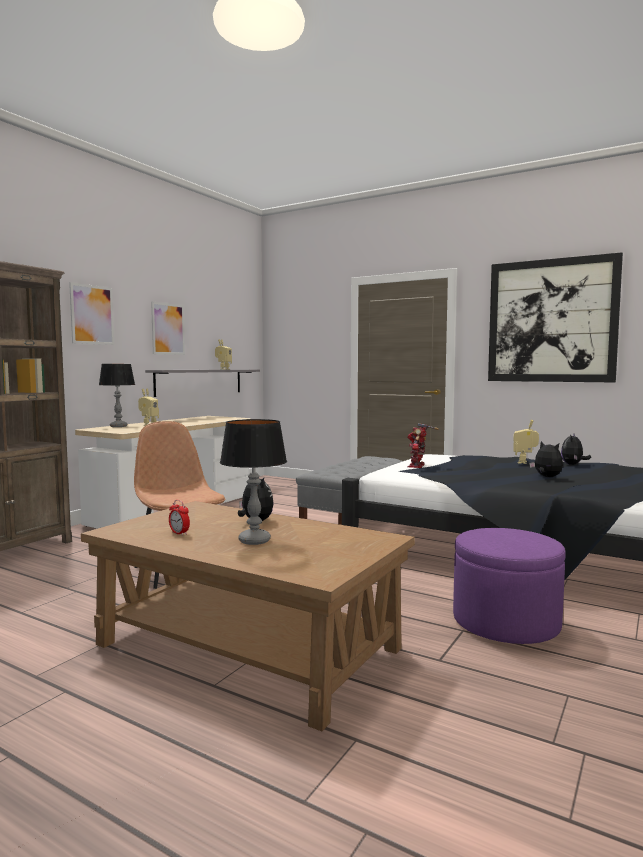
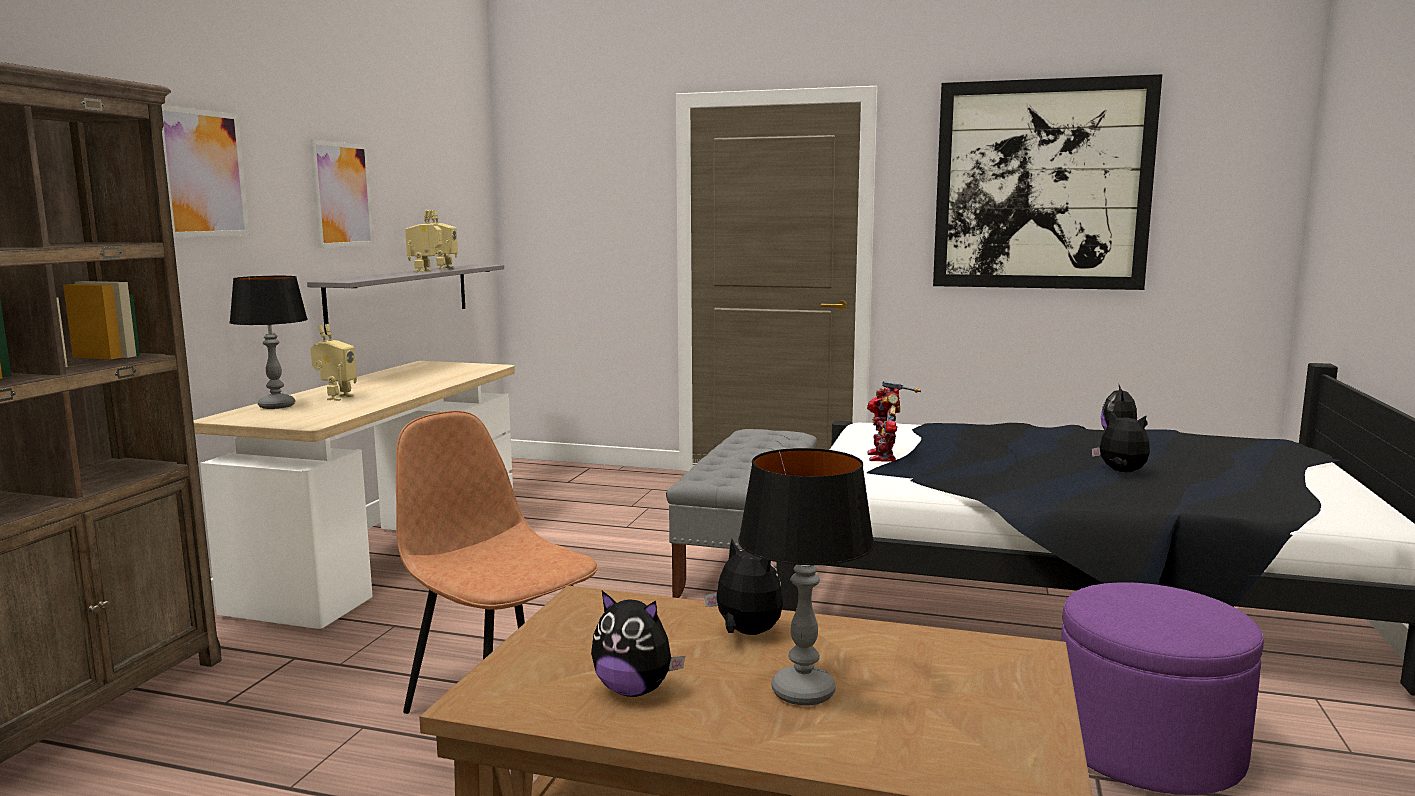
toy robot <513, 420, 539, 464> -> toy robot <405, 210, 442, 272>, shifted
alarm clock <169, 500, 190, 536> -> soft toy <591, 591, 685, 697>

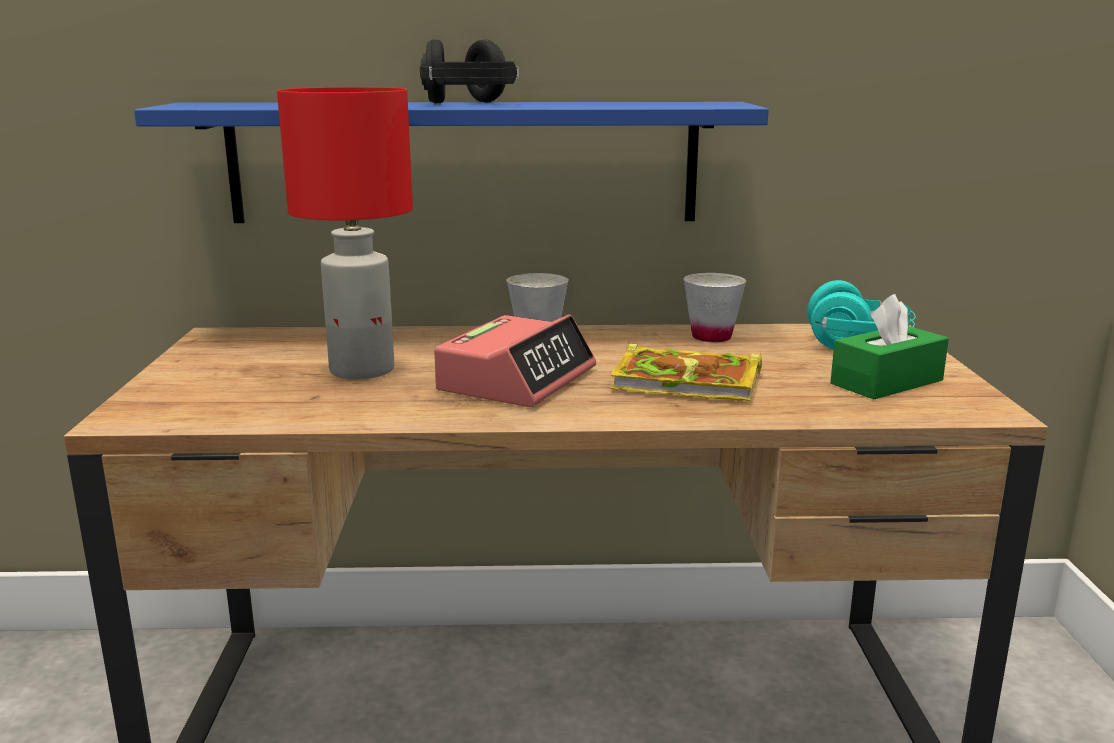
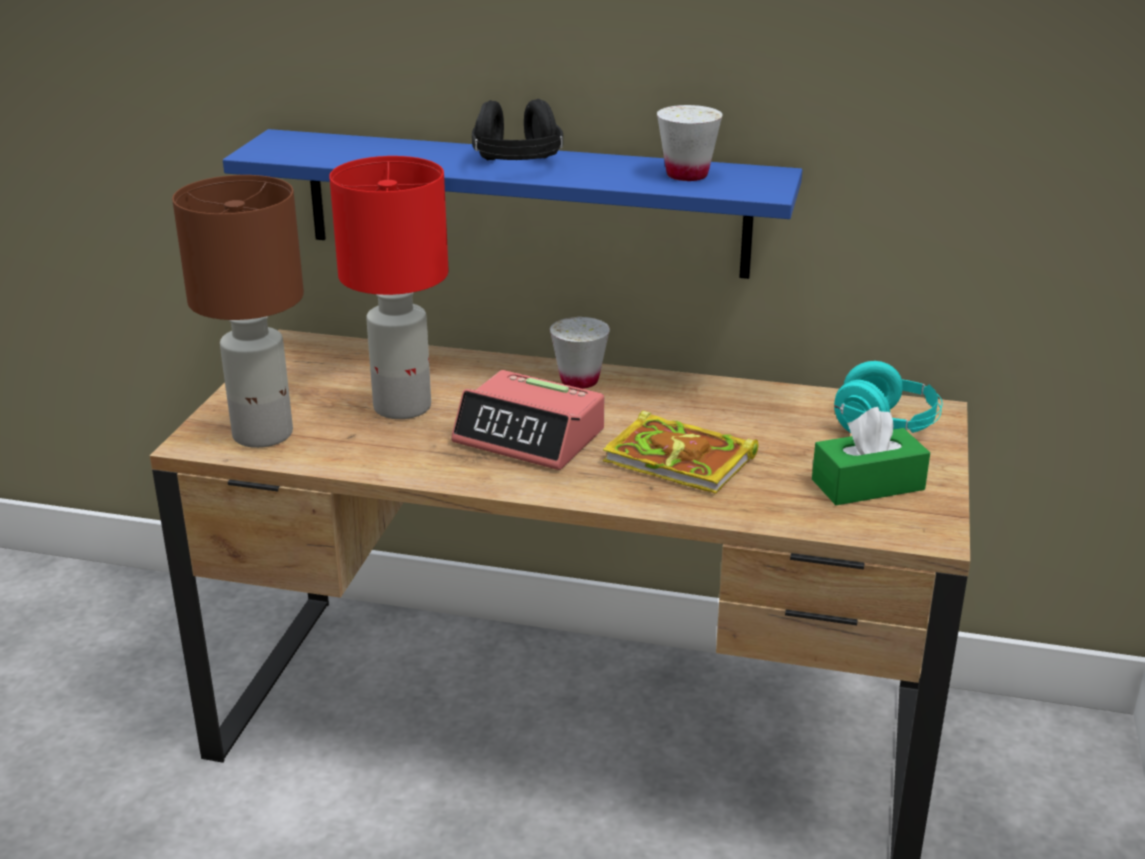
none -> tabletop lamp/brown-coloured <172, 175, 304, 448>
cup/white-coloured <684, 273, 746, 342> -> cup/white-coloured <657, 105, 723, 181>, shifted
alarm clock <434, 314, 596, 407> -> alarm clock <451, 370, 604, 470>, 75 degrees clockwise

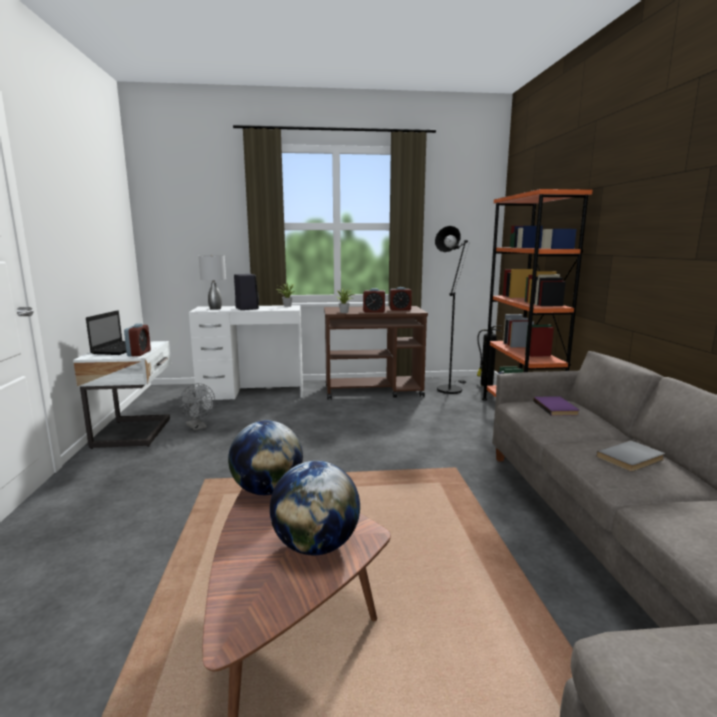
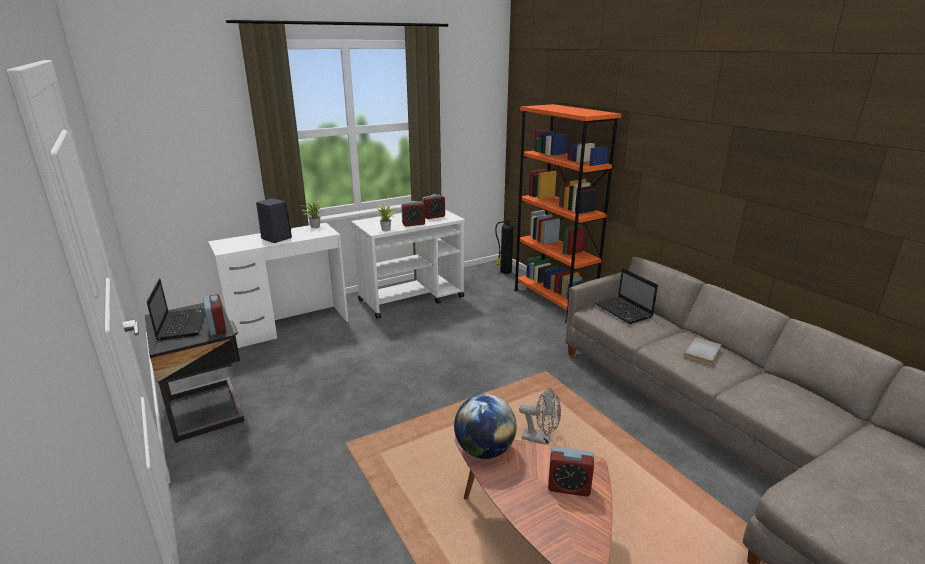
tabletop lamp/grey <199, 255, 226, 310> -> none
standing lamp/black <435, 226, 469, 394> -> none
cooling fan/grey <179, 383, 215, 431> -> cooling fan/grey <519, 388, 561, 445>, shifted
desk globe <270, 461, 360, 555> -> alarm clock <548, 447, 594, 497>
volume/purple-coloured <533, 396, 579, 416> -> portable computer <595, 268, 658, 324>
nightstand/white-coloured <73, 341, 171, 449> -> nightstand/black <145, 302, 244, 443>
wheeled cart/brown-coloured <324, 306, 428, 399> -> wheeled cart/white-coloured <351, 209, 465, 319>

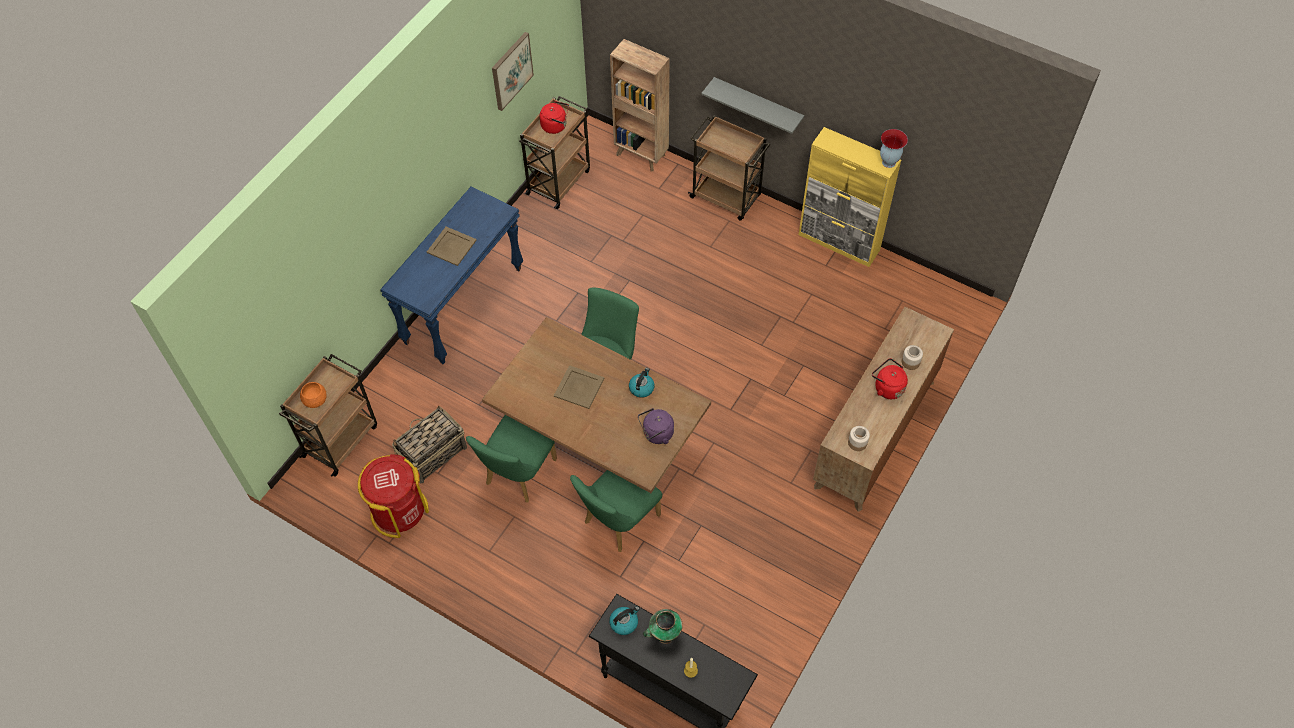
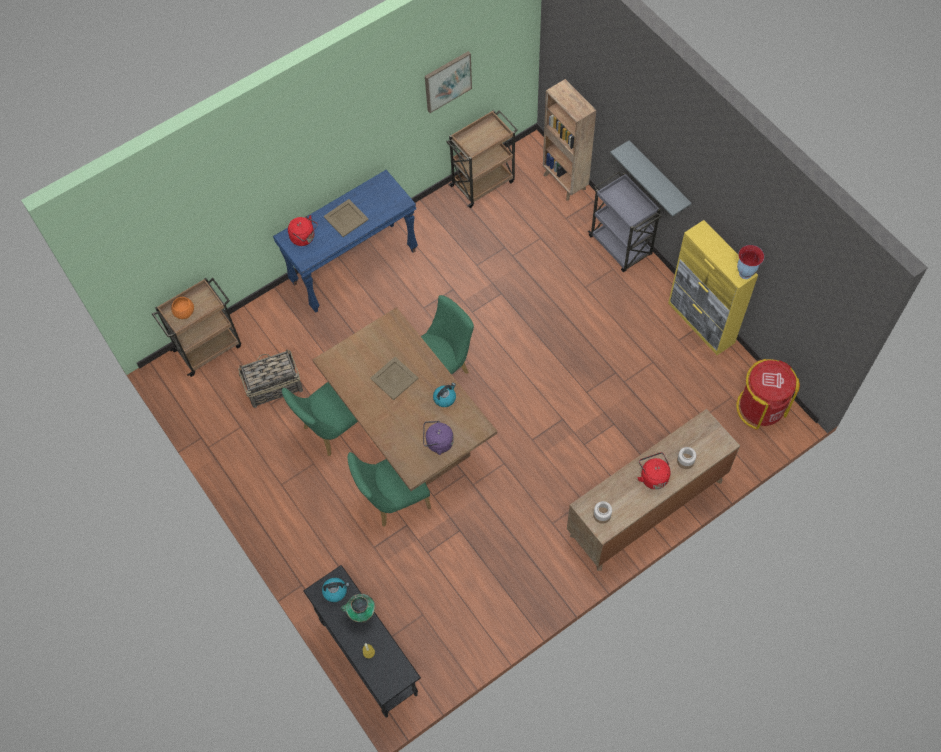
rubbish bin/reddish <358, 454, 429, 538> -> rubbish bin/reddish <736, 359, 800, 430>, shifted
water kettle/reddish <540, 101, 569, 134> -> water kettle/reddish <288, 215, 318, 246>, shifted
wheeled cart/brown-coloured <688, 115, 770, 221> -> wheeled cart/grey <588, 171, 662, 272>

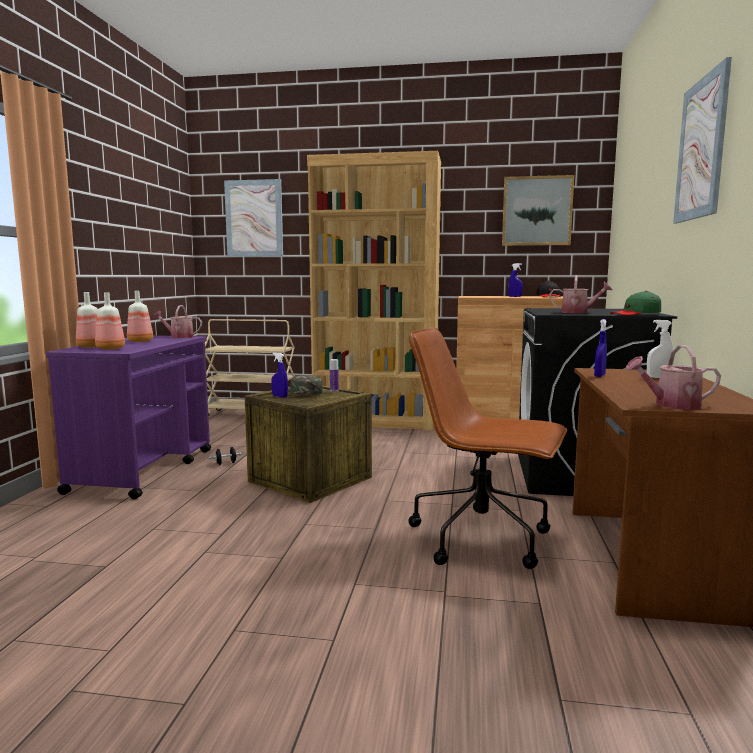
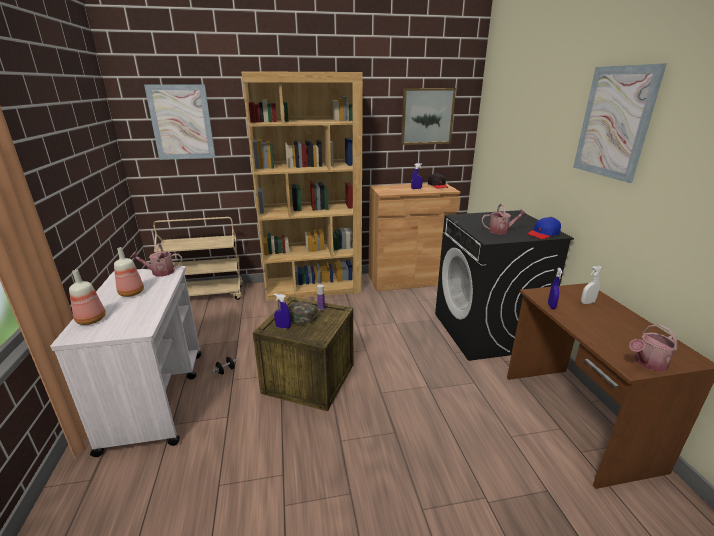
bottle <95, 292, 125, 350> -> none
office chair/brown-coloured <409, 328, 567, 569> -> none
wheeled cart/purple-coloured <46, 335, 211, 499> -> wheeled cart/white-coloured <50, 266, 202, 457>
cap/green <610, 291, 661, 315> -> cap/blue <527, 217, 561, 239>

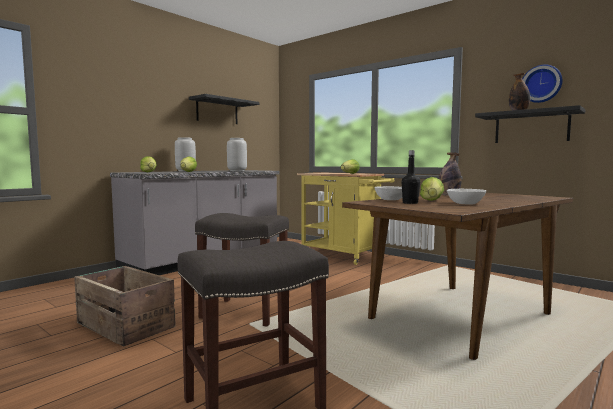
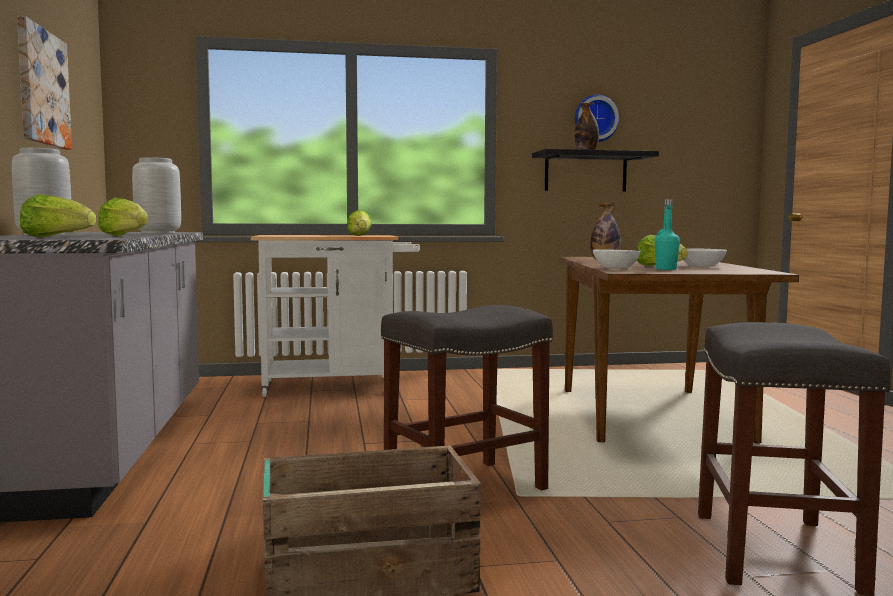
wall shelf/black <189, 94, 259, 124> -> wall art <17, 16, 72, 150>
wheeled cart/yellow-coloured <297, 173, 394, 265> -> wheeled cart/white-coloured <251, 235, 420, 397>
bottle/black <402, 150, 420, 204> -> bottle/turquoise <655, 199, 680, 270>

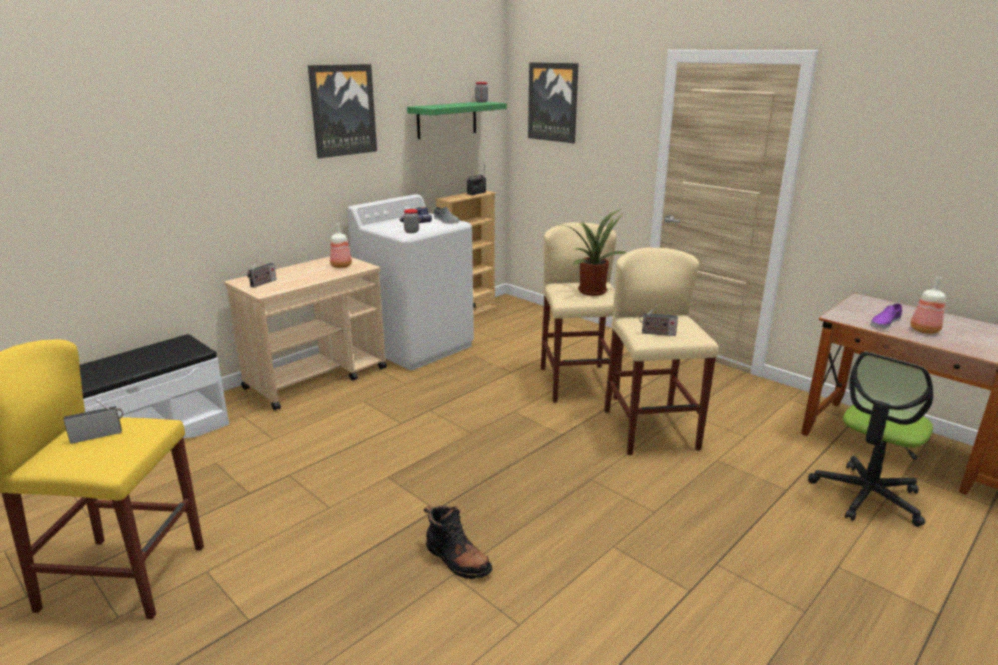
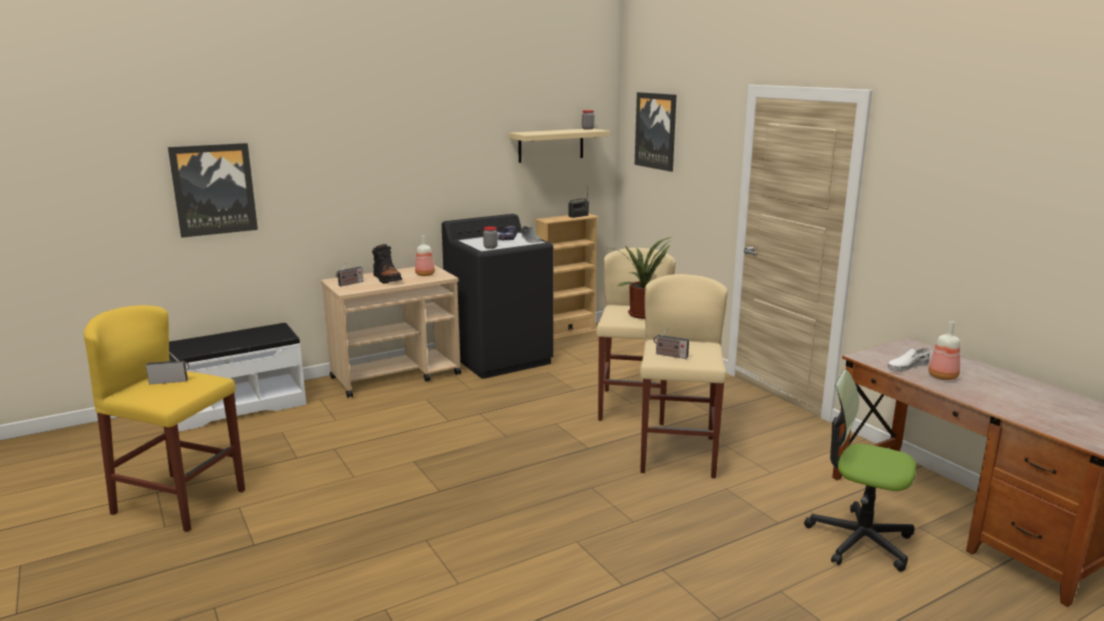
wall art <308, 64, 377, 158> -> wall art <168, 143, 258, 238>, shifted
boot/black <424, 506, 492, 579> -> boot/black <372, 244, 402, 284>, shifted
laundry machine/white-coloured <347, 194, 474, 370> -> laundry machine/black <442, 214, 554, 379>
wall shelf/green <407, 102, 507, 139> -> wall shelf/beige <508, 129, 610, 163>
shoe/purple-coloured <870, 304, 902, 329> -> shoe/white-coloured <888, 348, 930, 371>
office chair <808, 352, 933, 527> -> office chair <804, 369, 916, 572>, 60 degrees clockwise

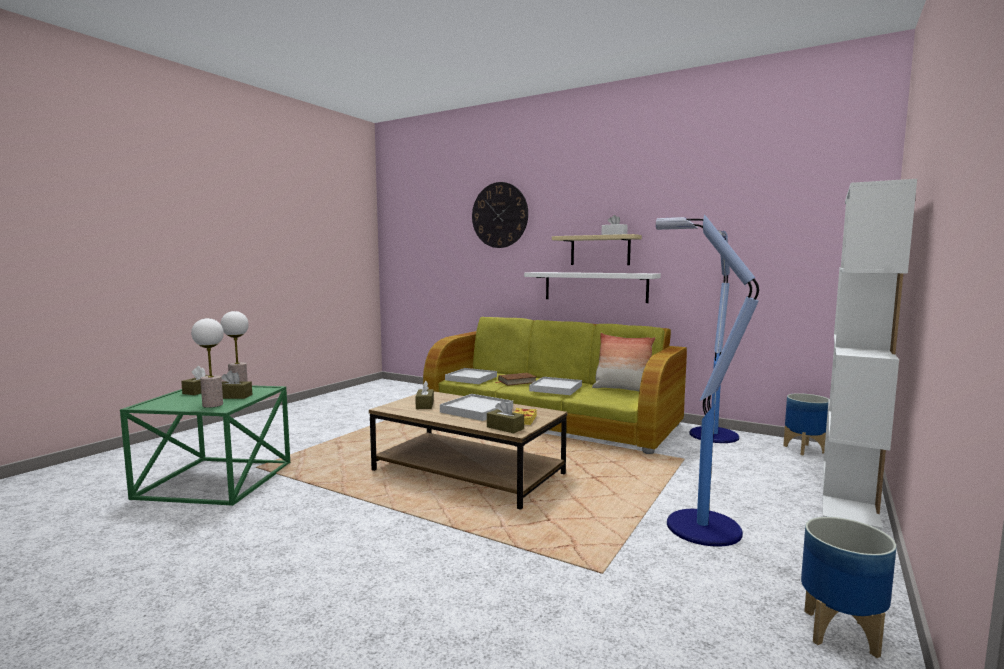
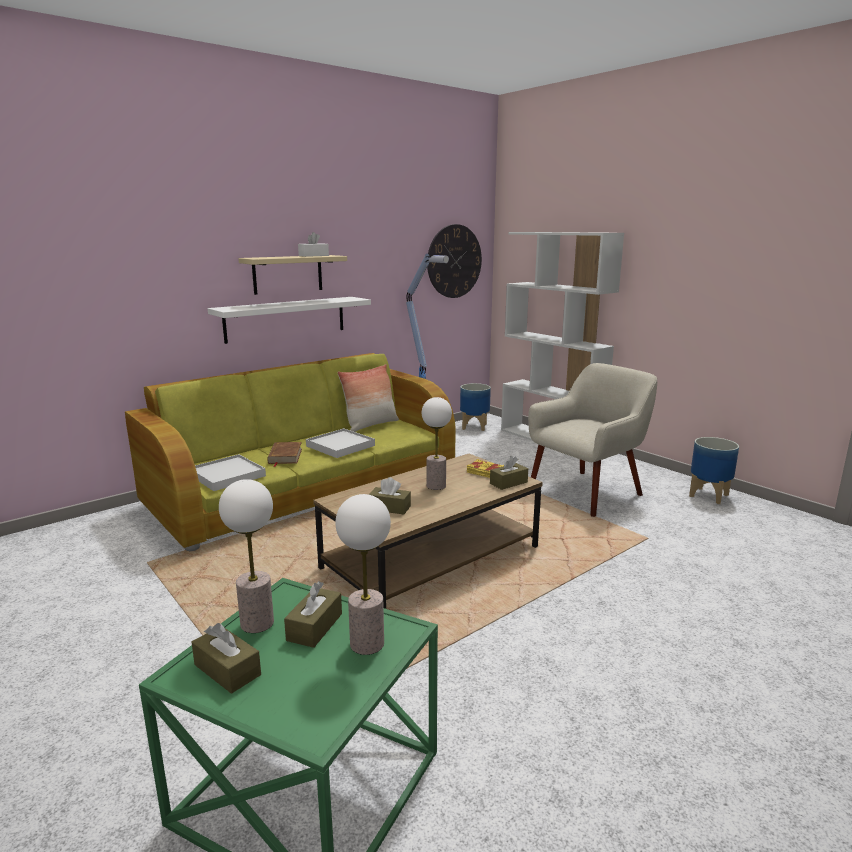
wall clock <472, 182, 528, 248> -> wall clock <427, 224, 482, 298>, shifted
tray/white-coloured <440, 394, 513, 421> -> tabletop lamp <422, 397, 452, 490>
standing lamp <656, 215, 759, 547> -> lounge chair/beige <528, 363, 657, 517>

